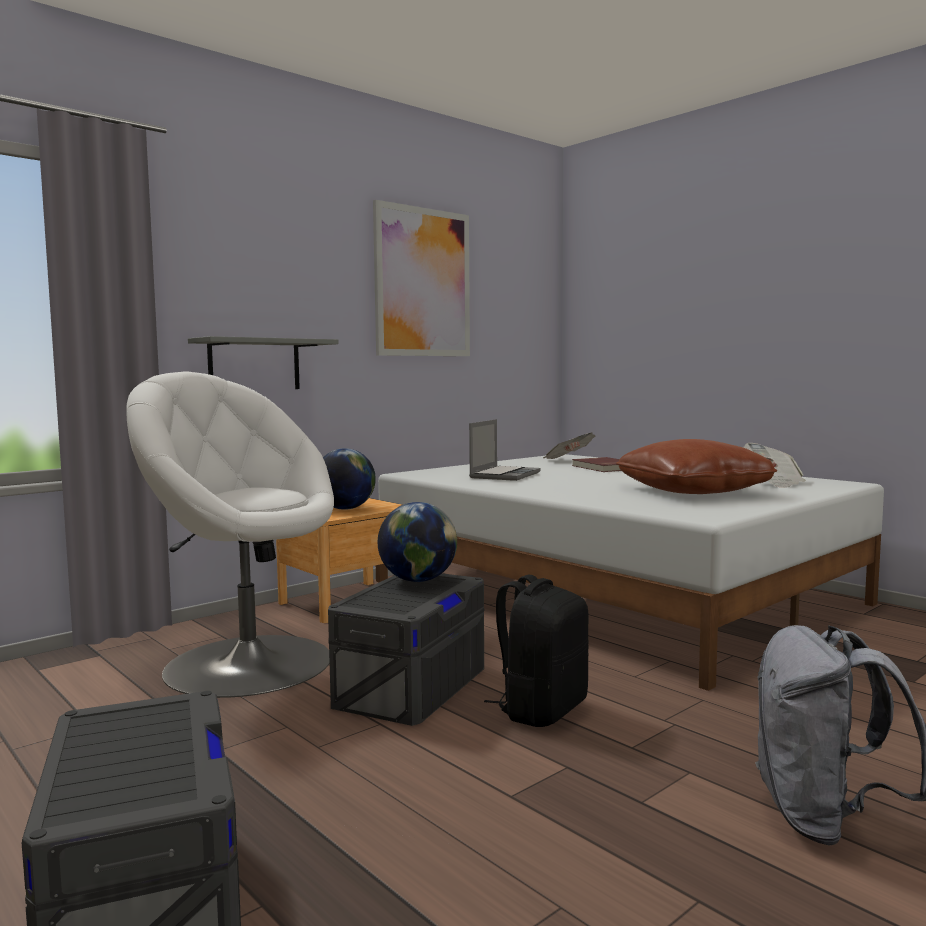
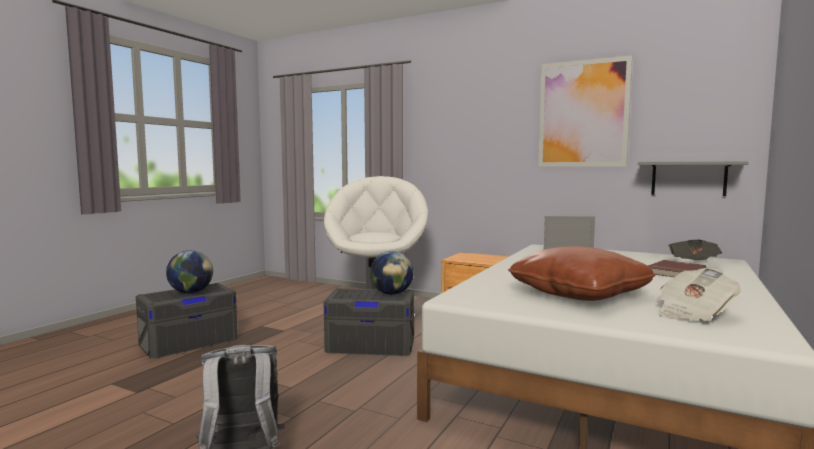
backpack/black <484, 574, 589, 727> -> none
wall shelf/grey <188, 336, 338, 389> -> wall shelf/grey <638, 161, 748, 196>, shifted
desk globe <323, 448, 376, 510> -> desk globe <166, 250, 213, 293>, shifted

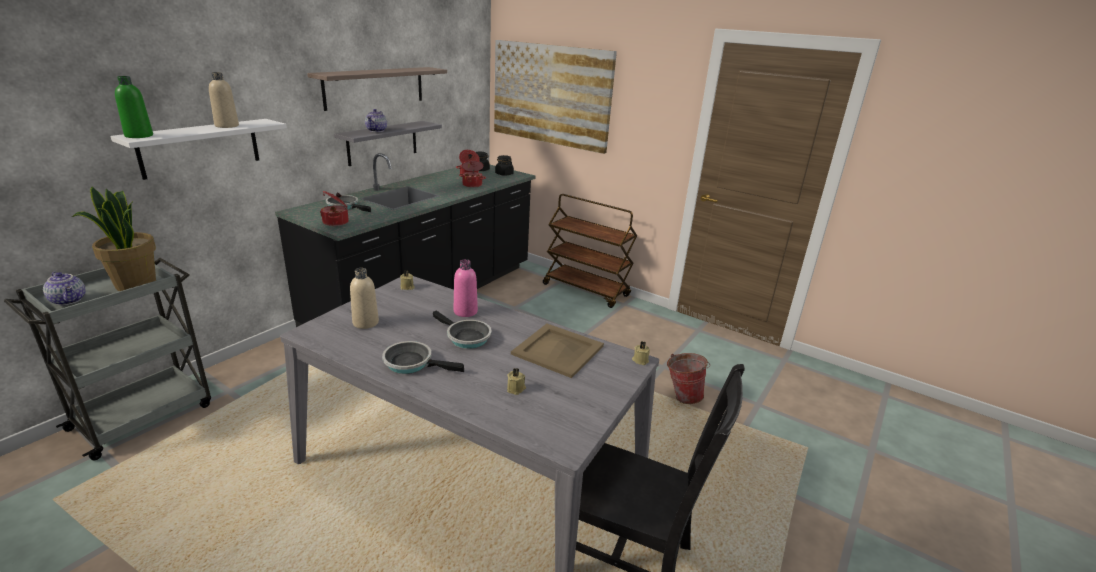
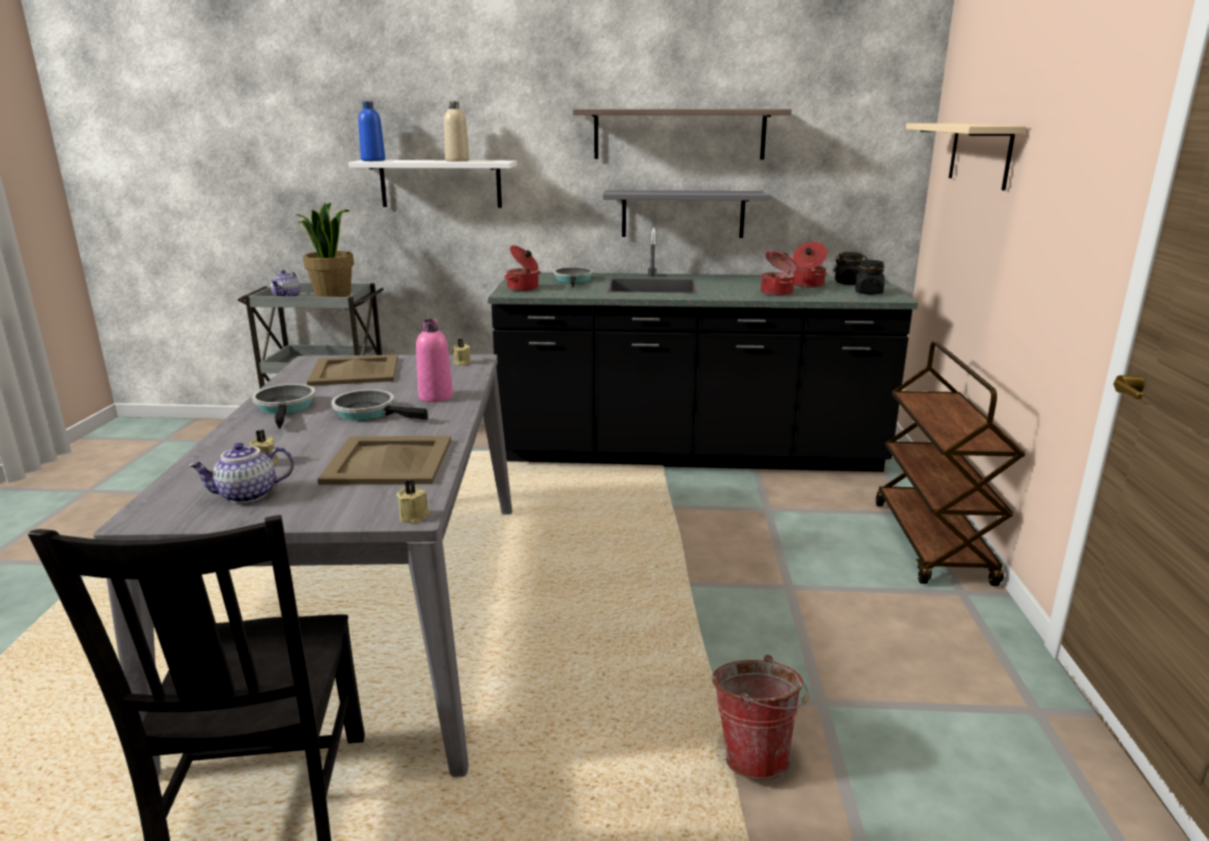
tea pot <365, 109, 387, 132> -> tea pot <188, 443, 294, 503>, shifted
bottle/beige <350, 268, 379, 329> -> tray/beige <307, 354, 398, 386>
wall art <494, 40, 617, 154> -> wall shelf/beige <906, 123, 1026, 191>
bottle/green <115, 76, 153, 138> -> bottle/blue <358, 101, 385, 161>
pan <433, 311, 492, 349> -> pan <331, 389, 428, 421>, 105 degrees clockwise

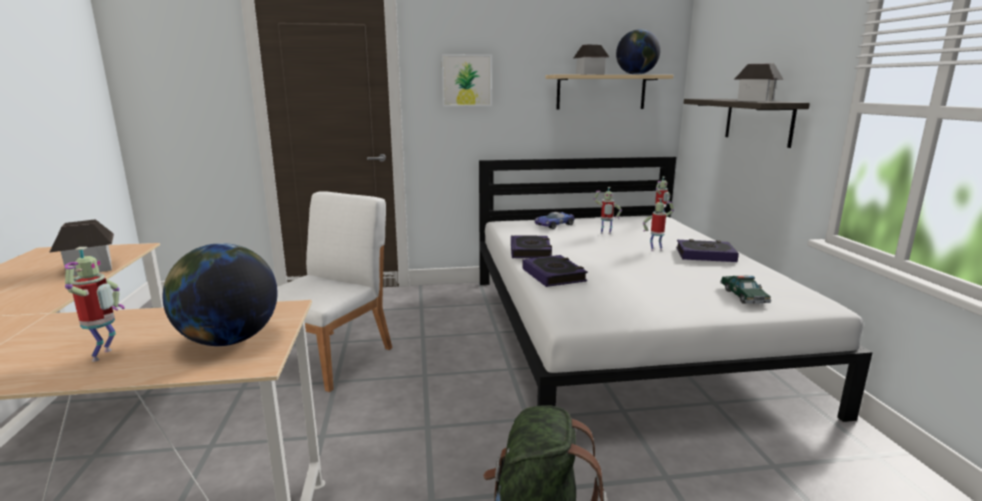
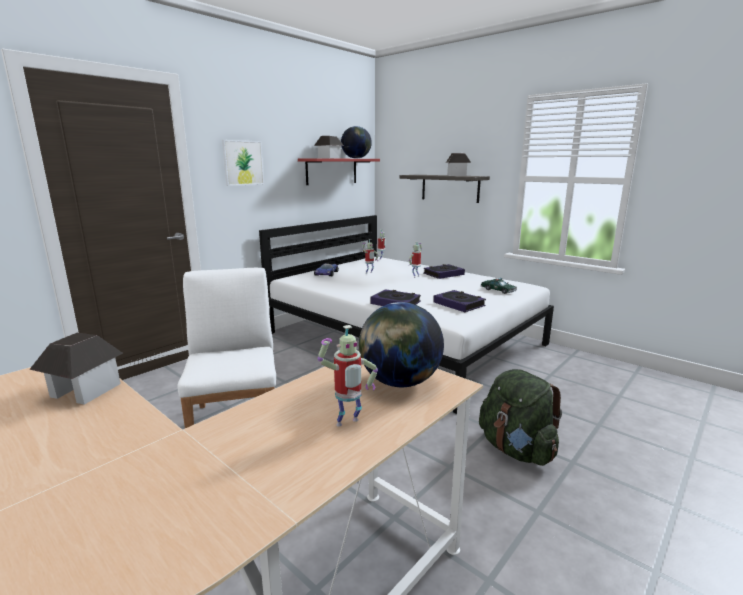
volume <511, 236, 552, 258> -> volume <433, 290, 486, 312>, shifted
wall shelf/beige <545, 75, 673, 110> -> wall shelf/reddish <298, 158, 380, 185>
toy robot <65, 247, 124, 362> -> toy robot <317, 325, 378, 426>, 105 degrees clockwise

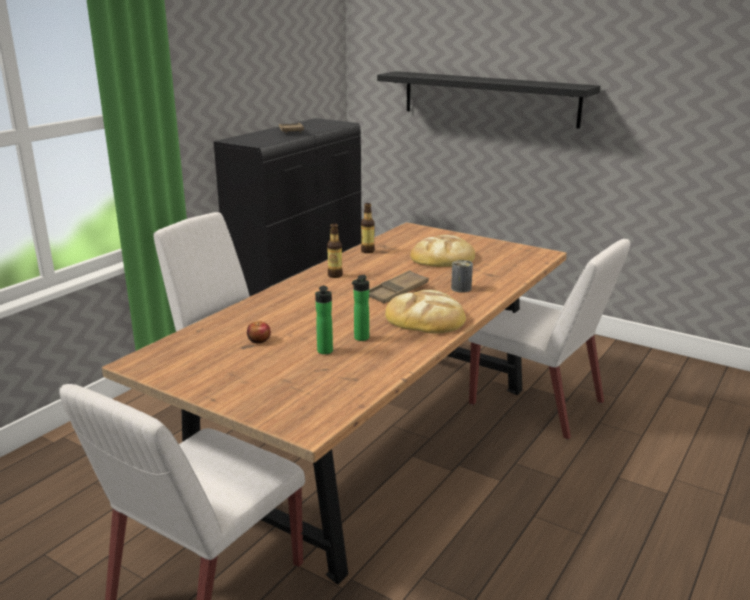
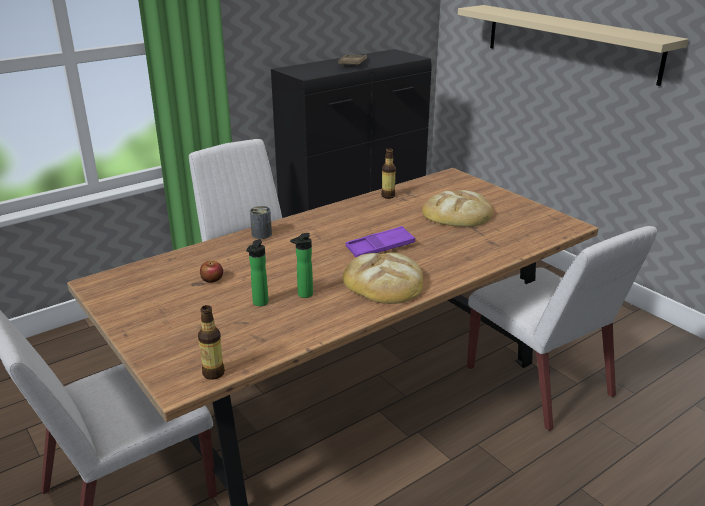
bottle <327, 223, 343, 278> -> bottle <198, 305, 225, 380>, shifted
metal can <451, 260, 473, 293> -> metal can <250, 206, 272, 239>, shifted
tray/brown-coloured <369, 270, 429, 303> -> tray/purple-coloured <346, 226, 415, 257>
wall shelf/black <377, 71, 601, 129> -> wall shelf/beige <458, 5, 689, 86>

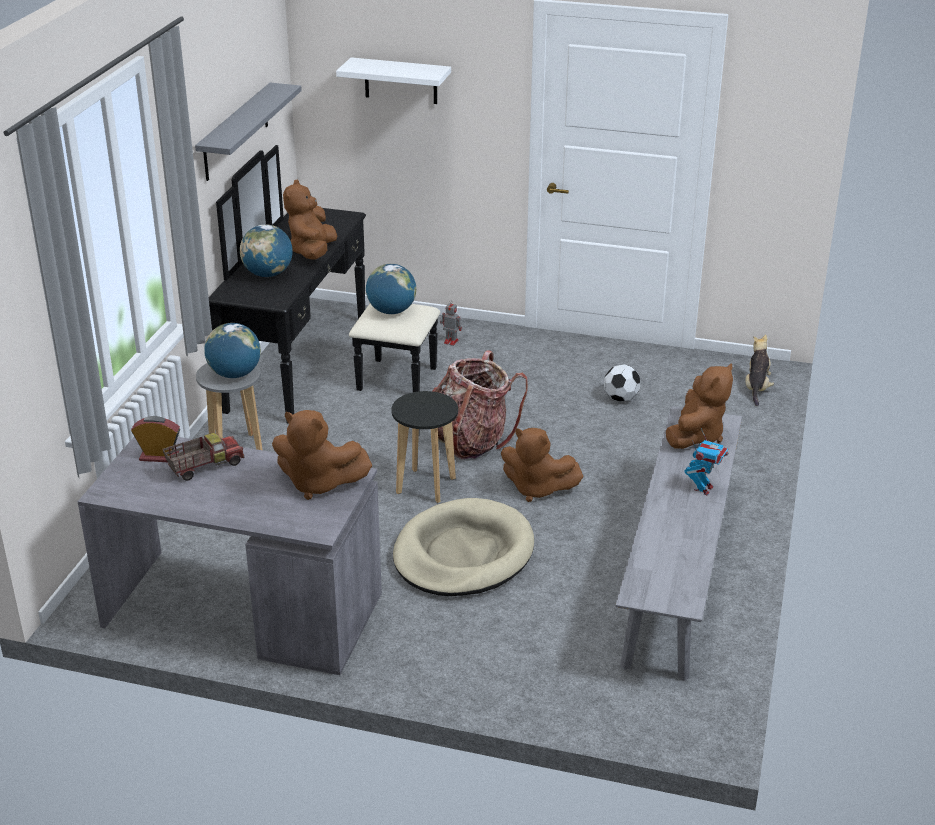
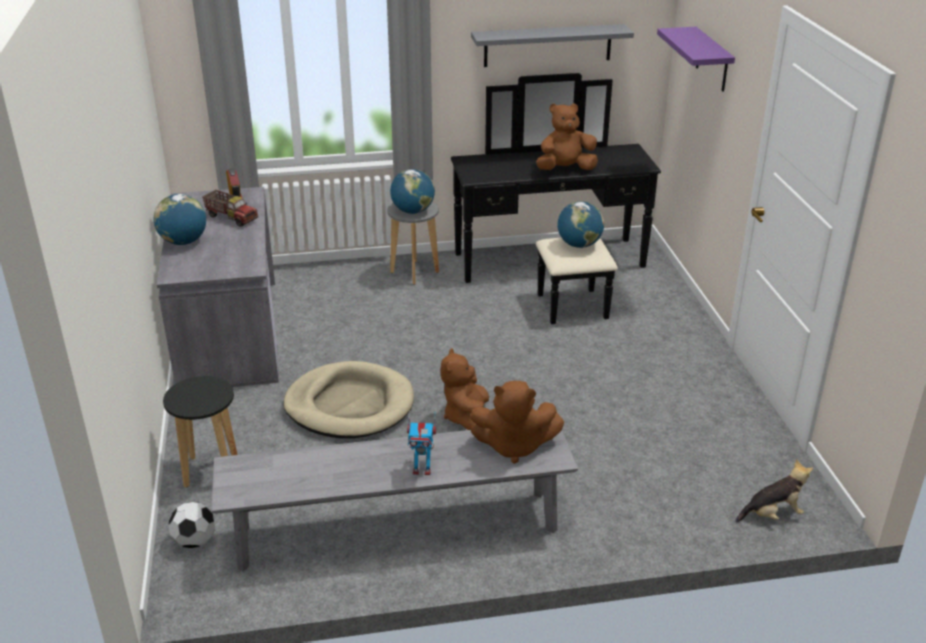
soft toy/brown-coloured <272, 410, 372, 500> -> none
backpack <433, 350, 528, 460> -> none
toy robot <440, 300, 462, 346> -> none
desk globe <240, 224, 293, 277> -> desk globe <154, 194, 206, 245>, shifted
stool/black <391, 391, 458, 503> -> stool/black <163, 376, 238, 488>, shifted
football ball <604, 364, 640, 402> -> football ball <168, 502, 215, 548>, shifted
wall shelf/white-coloured <336, 57, 451, 104> -> wall shelf/purple-coloured <657, 27, 735, 92>

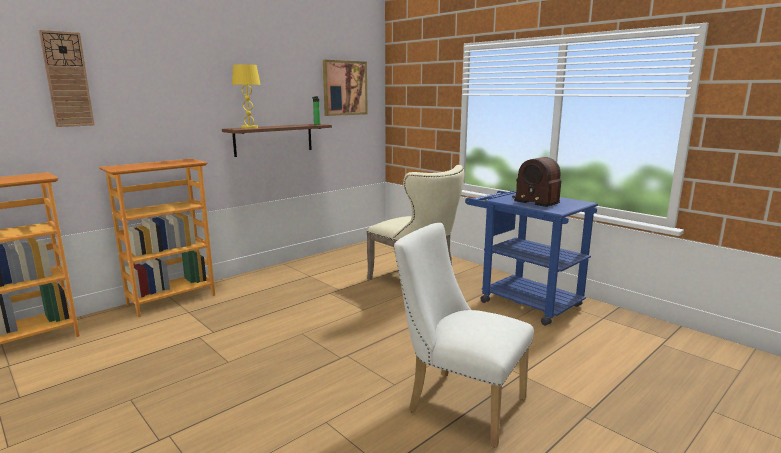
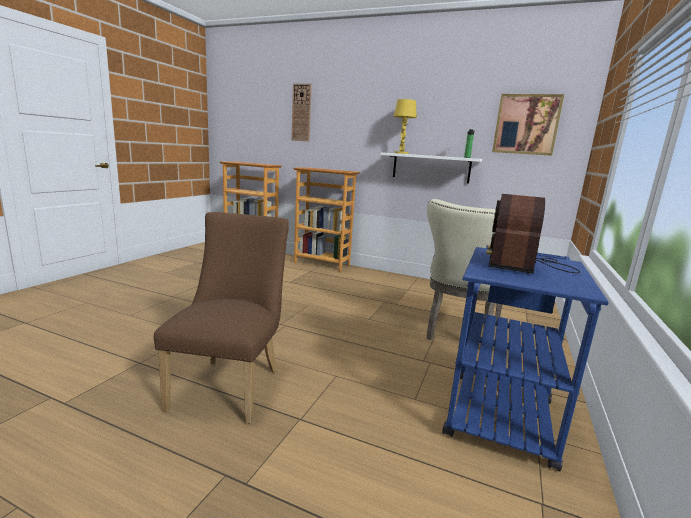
wall shelf/brown-coloured <222, 124, 332, 157> -> wall shelf/white-coloured <380, 152, 482, 184>
upright chair/white-coloured <394, 223, 534, 448> -> upright chair/brown-coloured <154, 212, 289, 424>

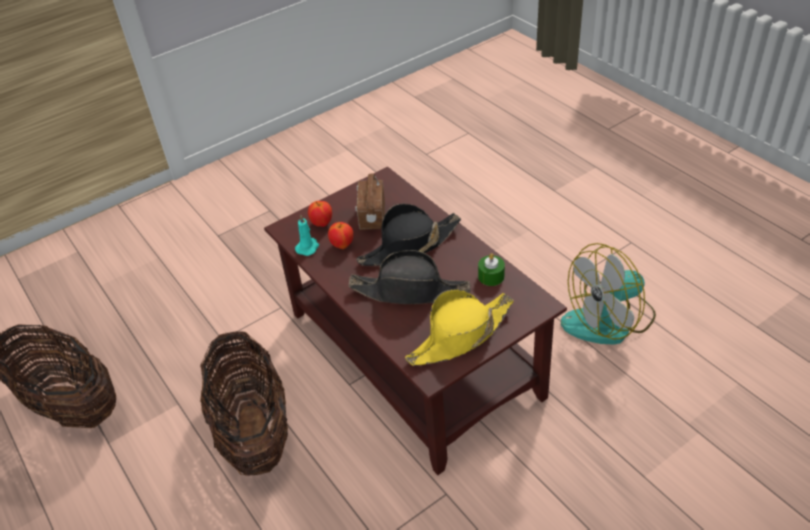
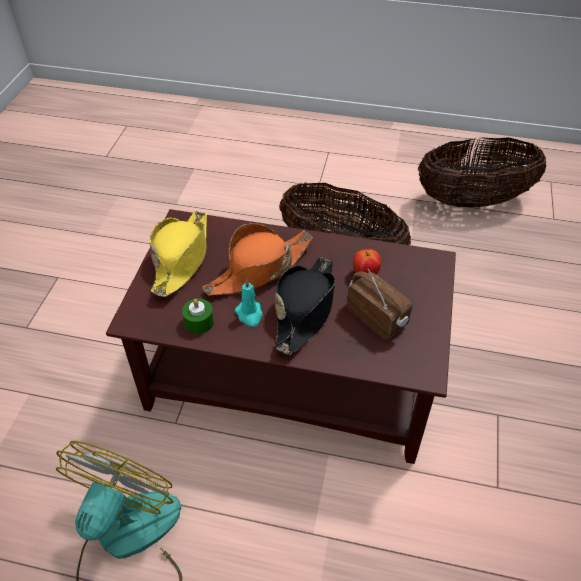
apple <308, 201, 332, 227> -> none
wax light/turquoise <295, 215, 319, 256> -> wax light/turquoise <235, 279, 263, 327>, shifted
hat/black <349, 250, 471, 304> -> hat/orangey <202, 223, 313, 296>

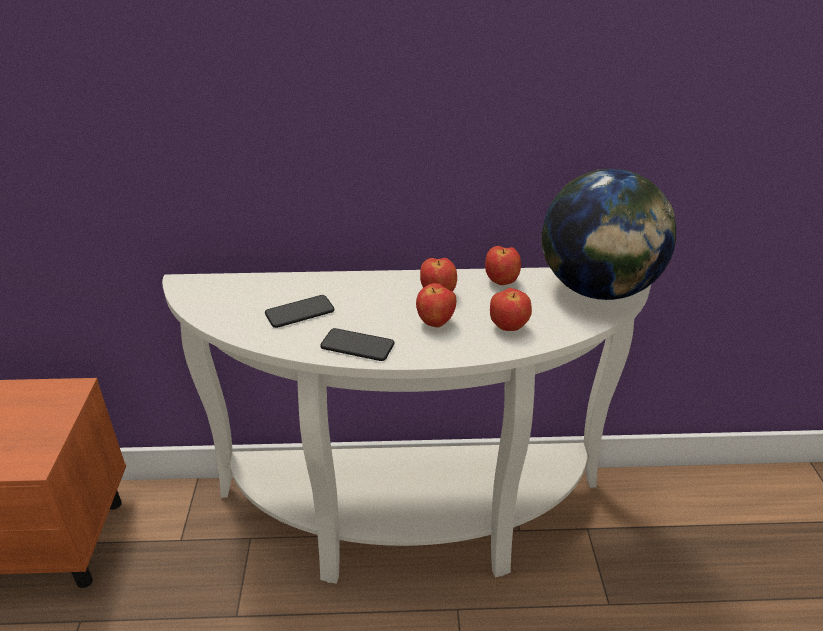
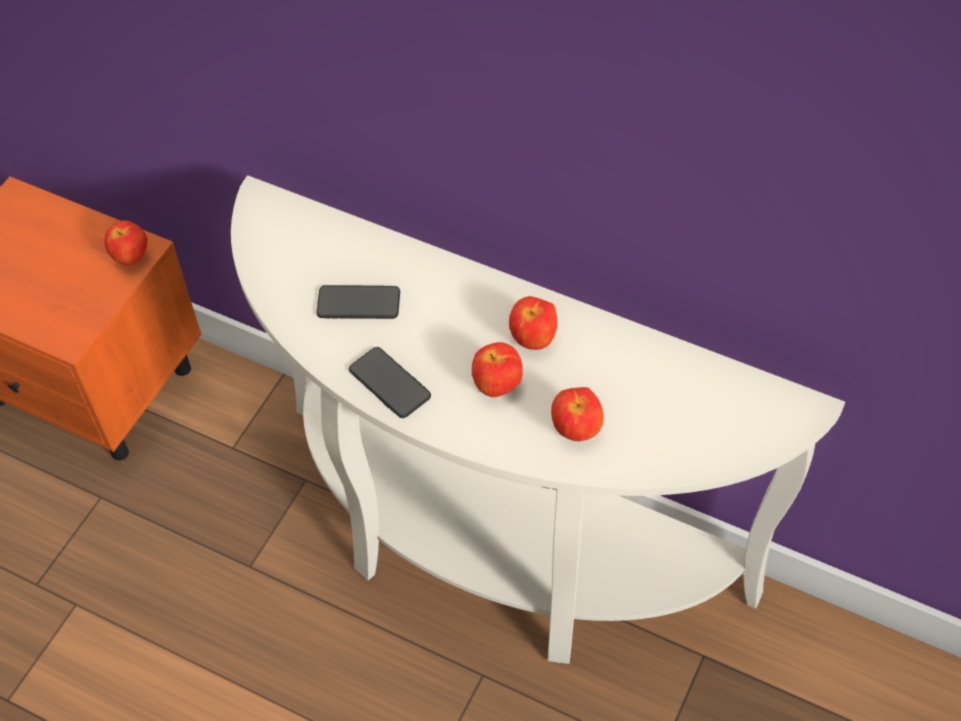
desk globe <541, 169, 676, 300> -> none
apple <485, 246, 521, 285> -> apple <104, 220, 148, 265>, shifted

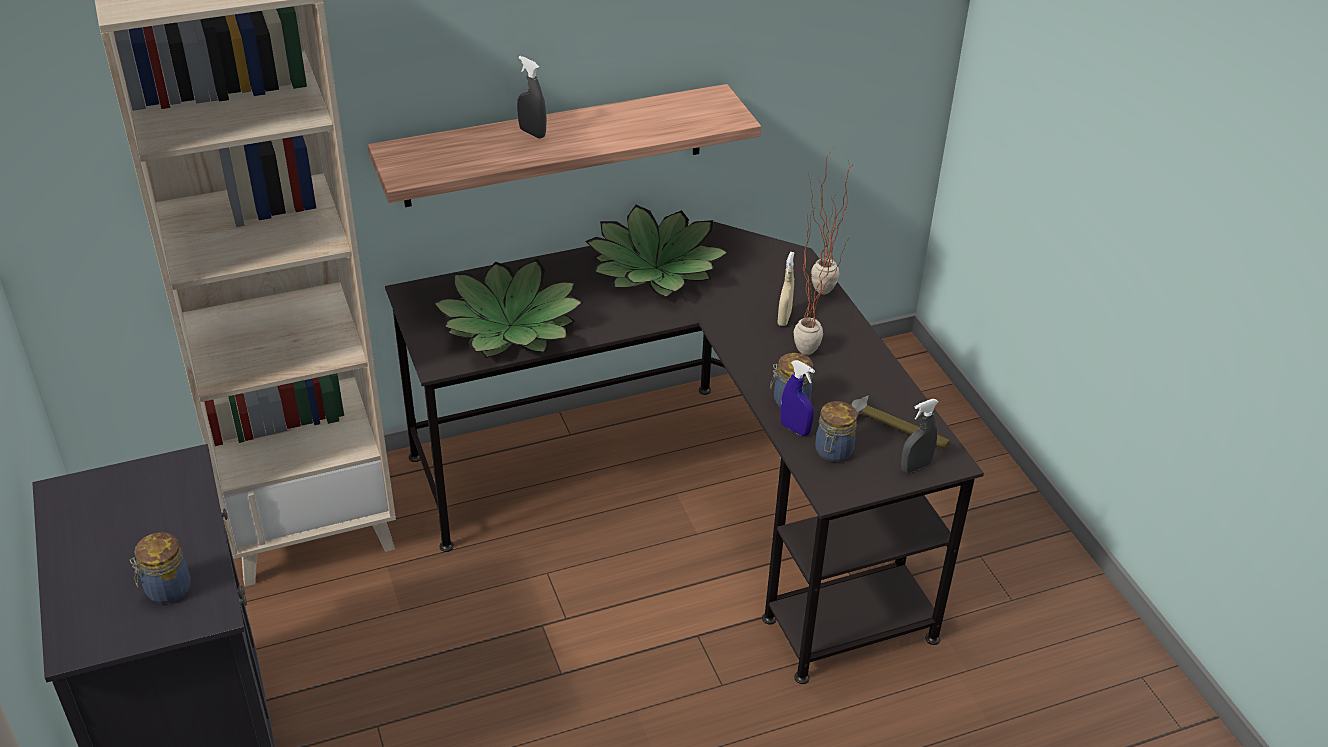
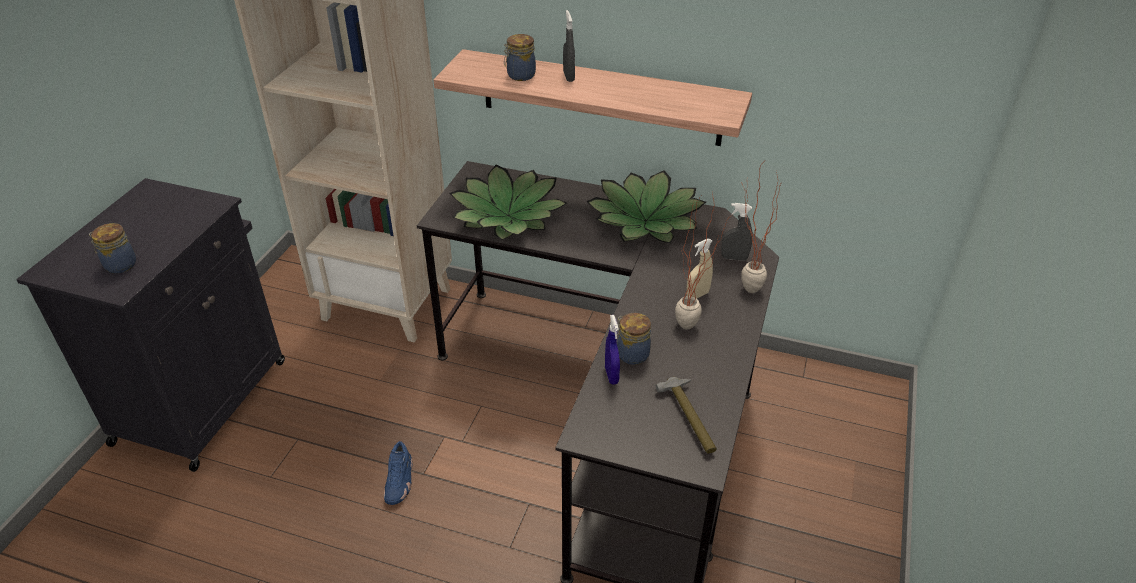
none -> shoe/blue <384, 441, 412, 505>
jar <815, 401, 857, 462> -> jar <504, 34, 536, 81>, shifted
hand sprayer/grey <901, 399, 939, 473> -> hand sprayer/grey <721, 203, 753, 261>, shifted

